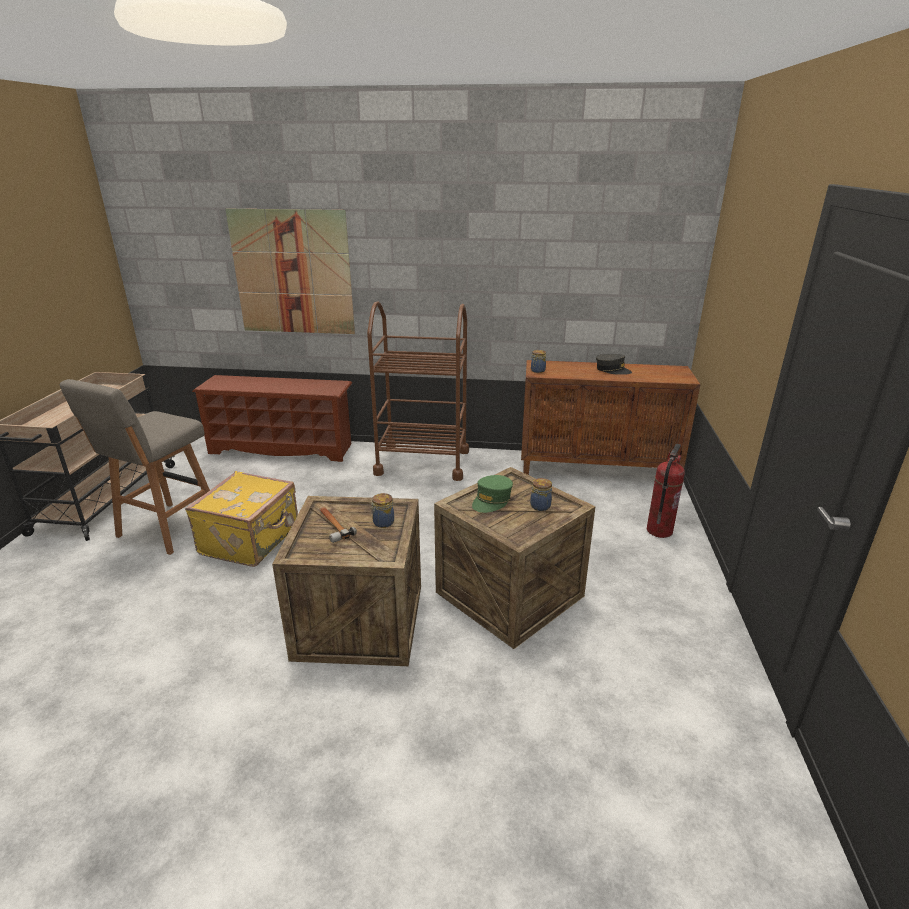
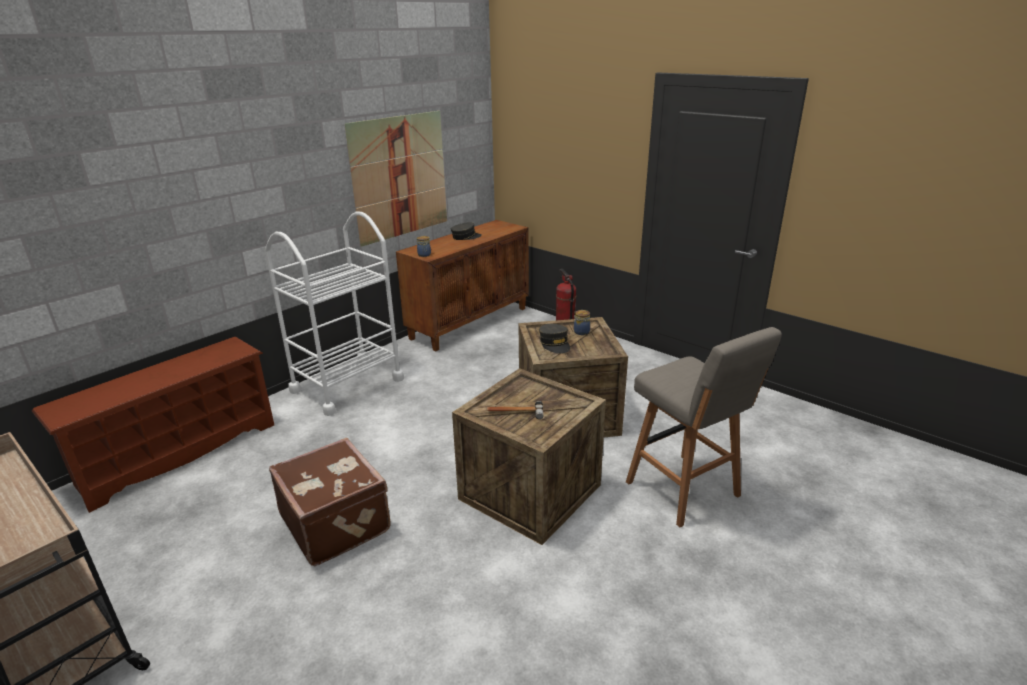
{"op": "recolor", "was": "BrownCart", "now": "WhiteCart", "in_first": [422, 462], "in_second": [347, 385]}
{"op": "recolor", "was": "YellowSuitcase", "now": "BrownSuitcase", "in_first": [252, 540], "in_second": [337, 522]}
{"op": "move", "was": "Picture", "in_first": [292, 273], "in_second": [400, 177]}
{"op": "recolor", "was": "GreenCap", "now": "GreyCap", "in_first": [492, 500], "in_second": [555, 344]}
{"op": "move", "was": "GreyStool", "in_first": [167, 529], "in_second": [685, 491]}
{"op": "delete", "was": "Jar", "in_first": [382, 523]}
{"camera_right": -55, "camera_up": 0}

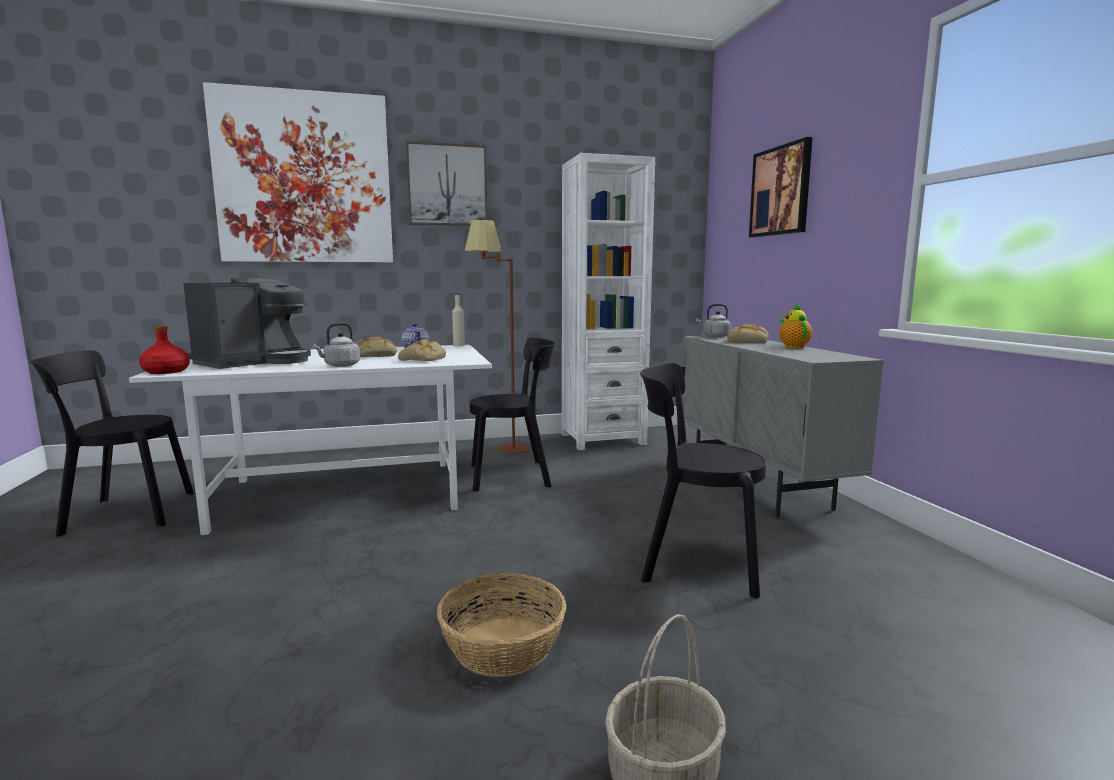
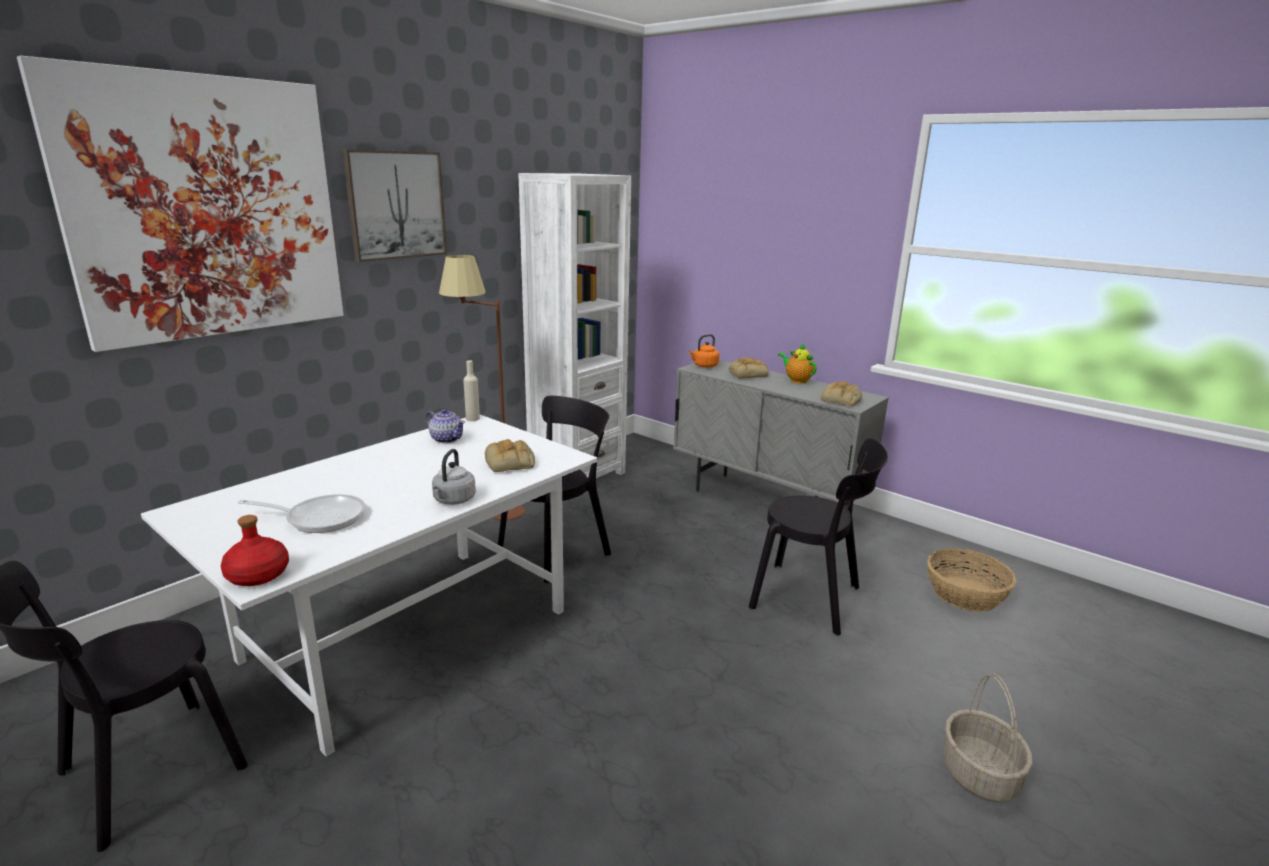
{"op": "replace", "was": "CoffeeMachine", "now": "FryingPan", "in_first": [255, 362], "in_second": [319, 518]}
{"op": "recolor", "was": "GreyKettle", "now": "OrangeKettle", "in_first": [714, 336], "in_second": [704, 366]}
{"op": "rotate", "was": "BlackChair", "in_first": [694, 561], "in_second": [811, 599], "clockwise": -135}
{"op": "move", "was": "Bread", "in_first": [374, 355], "in_second": [841, 400]}
{"op": "move", "was": "Basket", "in_first": [503, 646], "in_second": [966, 594]}
{"op": "delete", "was": "Picture", "in_first": [780, 191]}
{"camera_right": -35, "camera_up": 10}

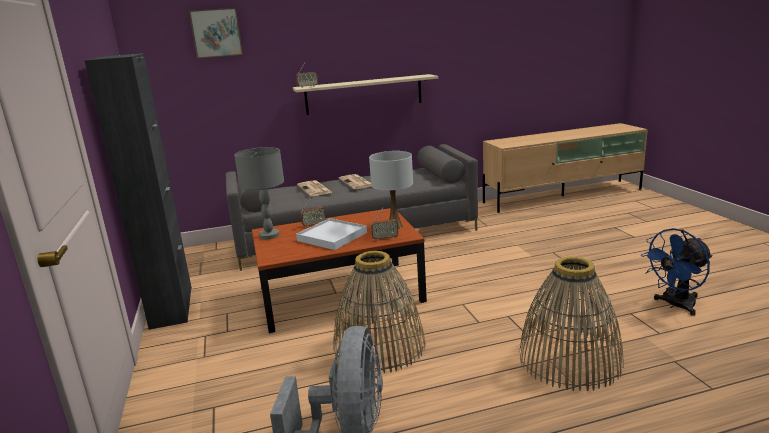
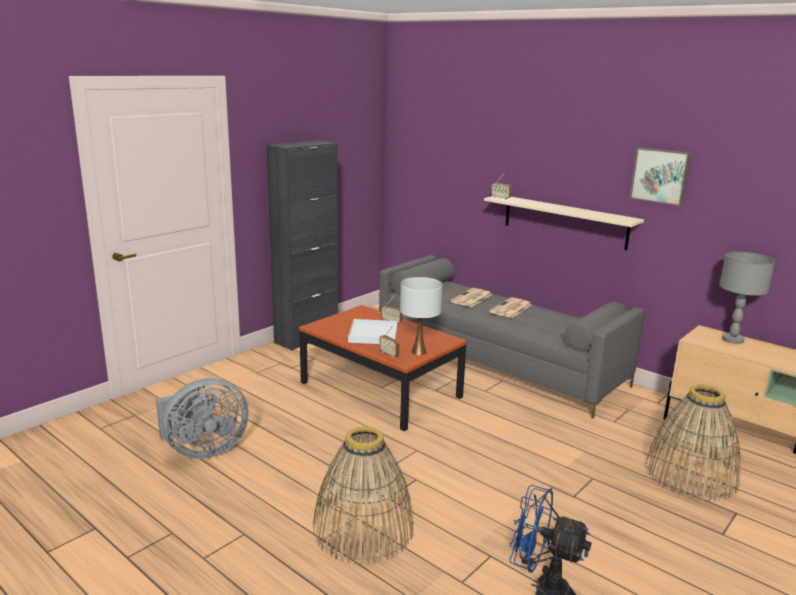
{"op": "move", "was": "Picture", "in_first": [216, 33], "in_second": [660, 175]}
{"op": "move", "was": "Basket", "in_first": [379, 346], "in_second": [691, 474]}
{"op": "move", "was": "GreyTableLamp", "in_first": [269, 235], "in_second": [732, 340]}
{"camera_right": 55, "camera_up": 0}

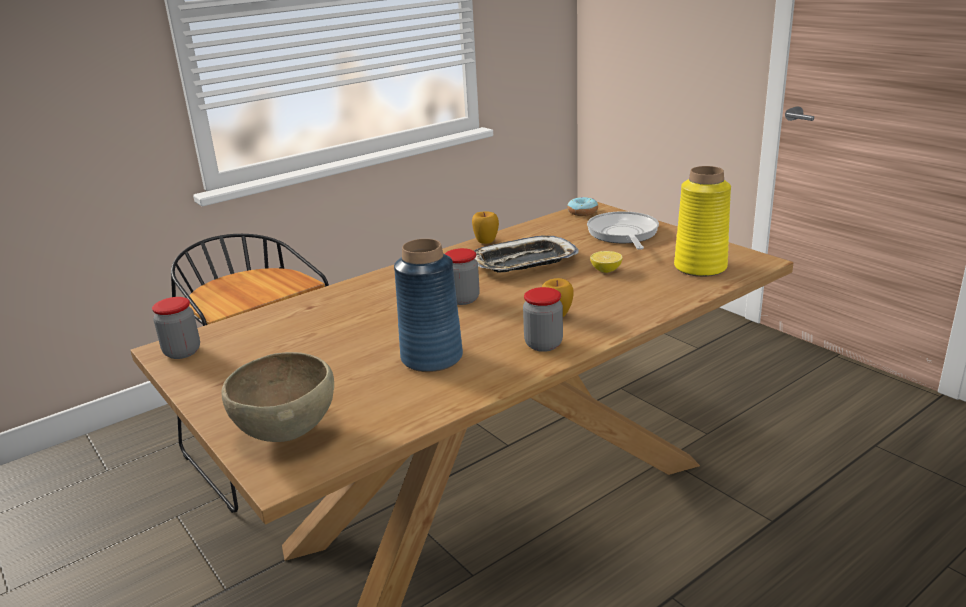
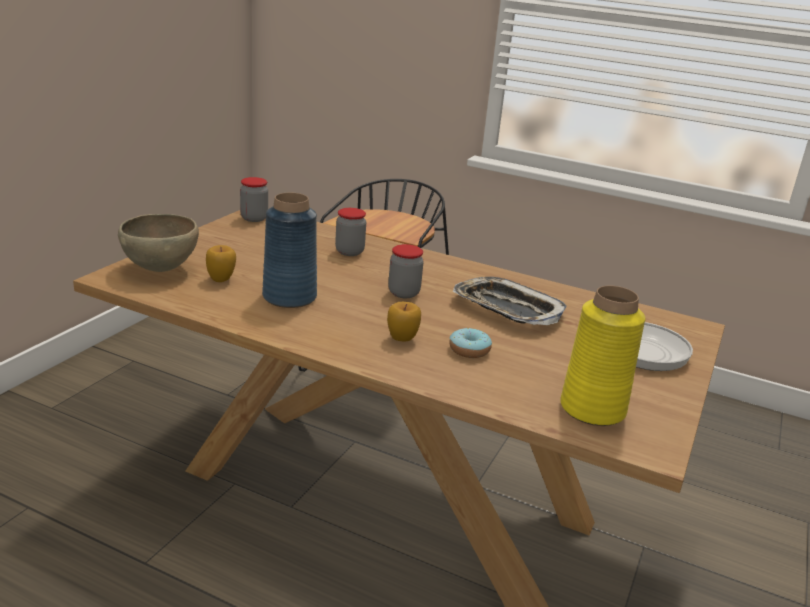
{"op": "move", "was": "Apple", "in_first": [486, 241], "in_second": [221, 279]}
{"op": "move", "was": "Jar", "in_first": [543, 344], "in_second": [349, 252]}
{"op": "move", "was": "Donut", "in_first": [582, 212], "in_second": [469, 350]}
{"op": "delete", "was": "Lemon", "in_first": [606, 270]}
{"camera_right": 60, "camera_up": 0}

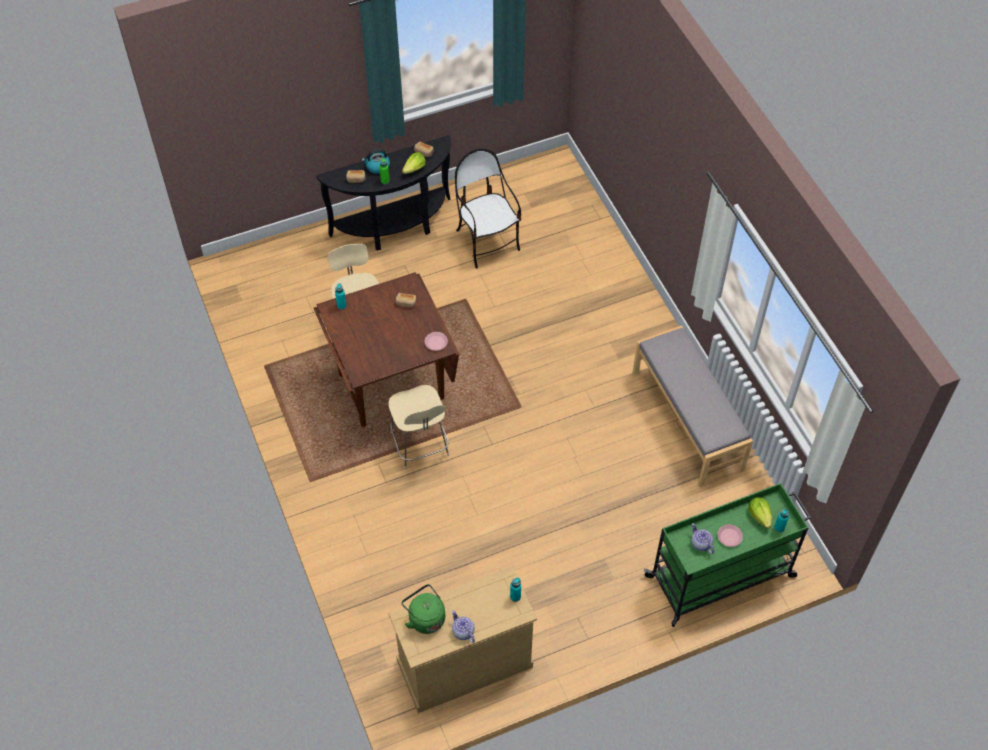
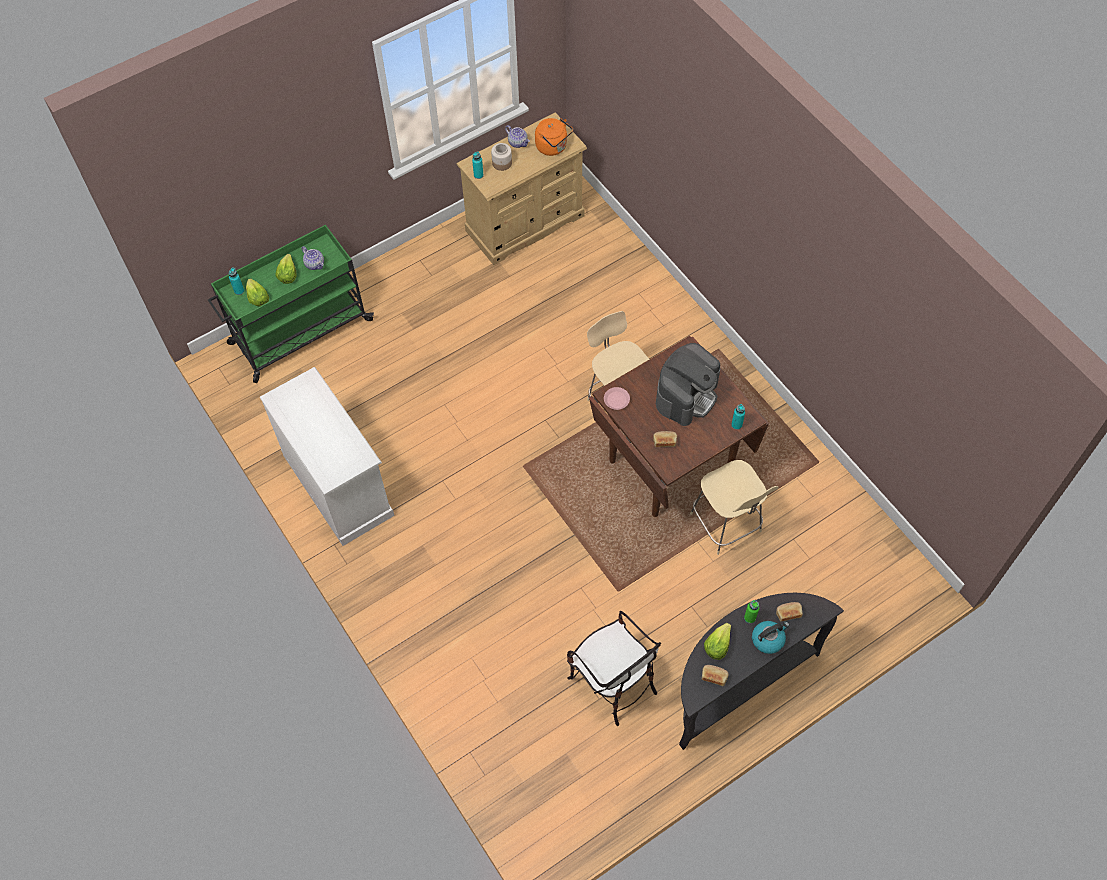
{"op": "replace", "was": "GreyBench", "now": "WhiteDresser", "in_first": [688, 419], "in_second": [338, 485]}
{"op": "replace", "was": "PinkPlate", "now": "Lettuce", "in_first": [729, 537], "in_second": [287, 274]}
{"op": "insert", "now": "Jar", "in_second": [502, 163]}
{"op": "recolor", "was": "GreenKettle", "now": "OrangeKettle", "in_first": [425, 617], "in_second": [553, 147]}
{"op": "insert", "now": "CoffeeMachine", "in_second": [686, 395]}
{"camera_right": 170, "camera_up": 5}

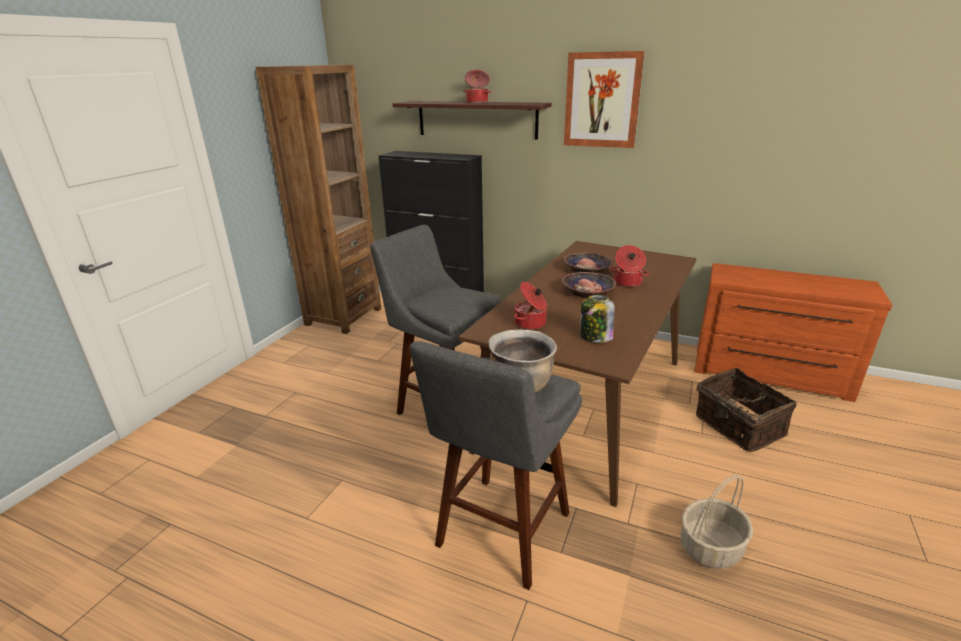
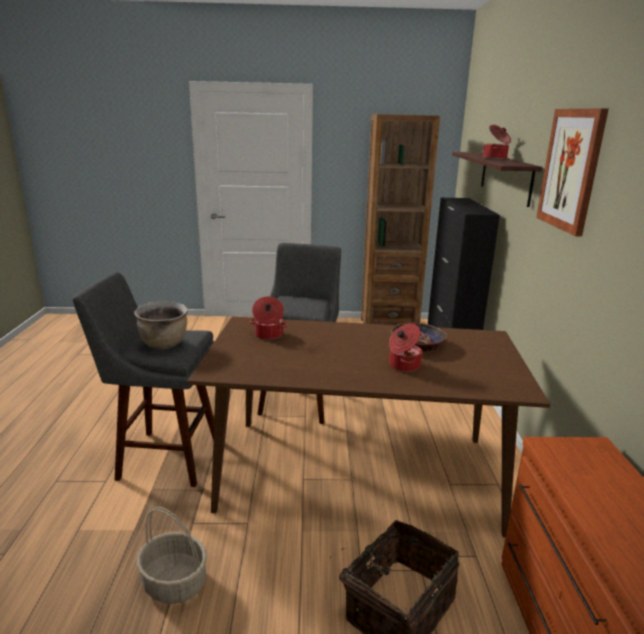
{"op": "delete", "was": "Bowl", "in_first": [588, 292]}
{"op": "delete", "was": "Jar", "in_first": [595, 337]}
{"camera_right": 65, "camera_up": -5}

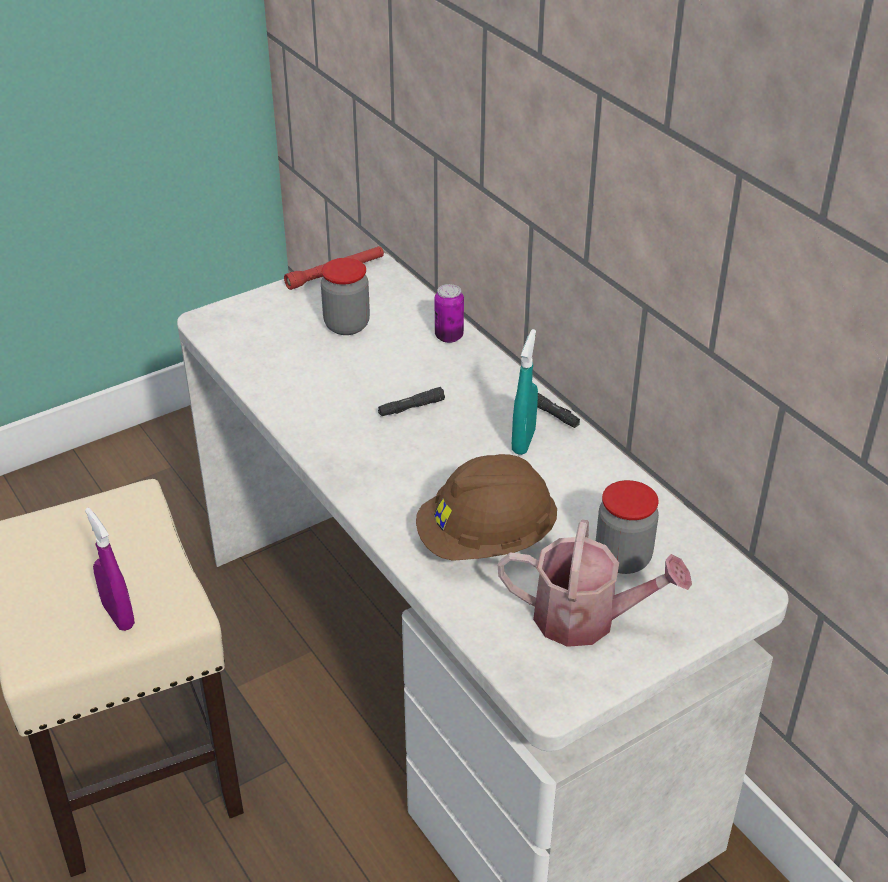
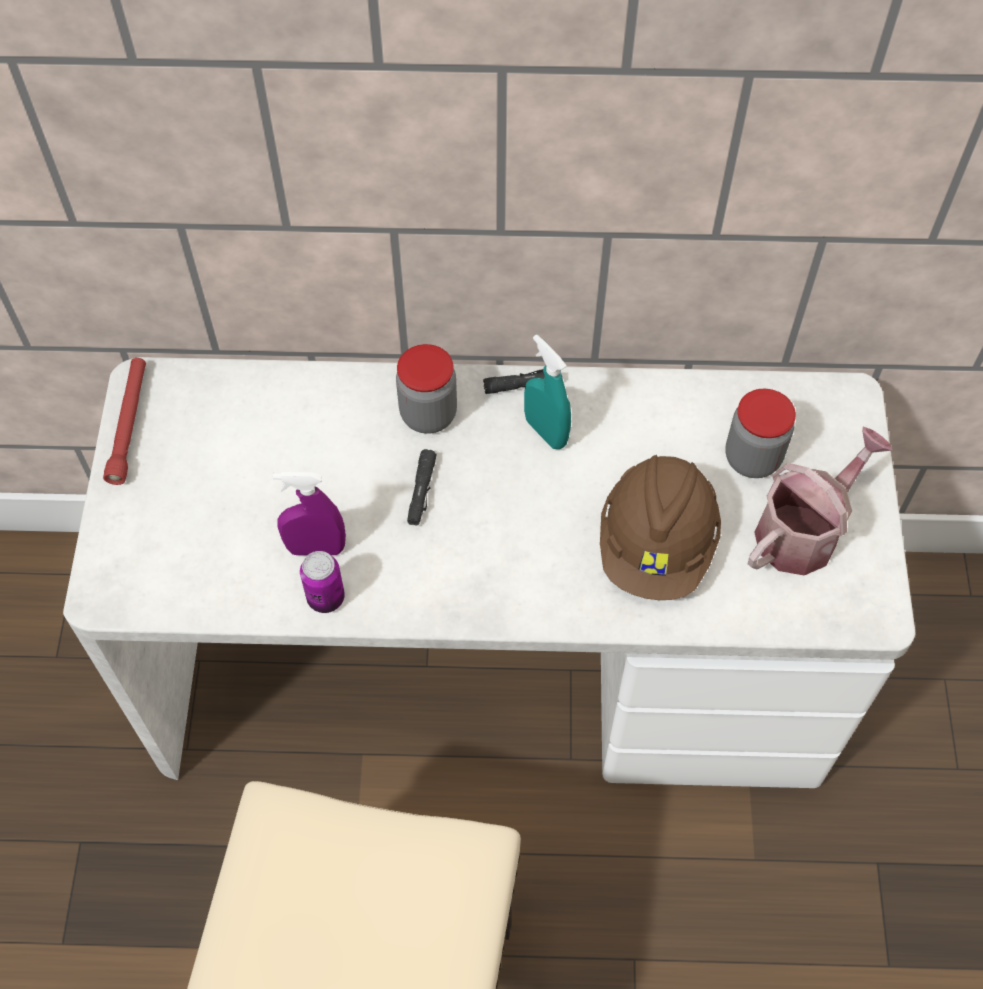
{"op": "move", "was": "PurpleSprayBottle", "in_first": [118, 616], "in_second": [316, 548]}
{"op": "move", "was": "Can", "in_first": [449, 336], "in_second": [326, 598]}
{"op": "move", "was": "Jar", "in_first": [347, 325], "in_second": [428, 414]}
{"camera_right": -55, "camera_up": 20}

